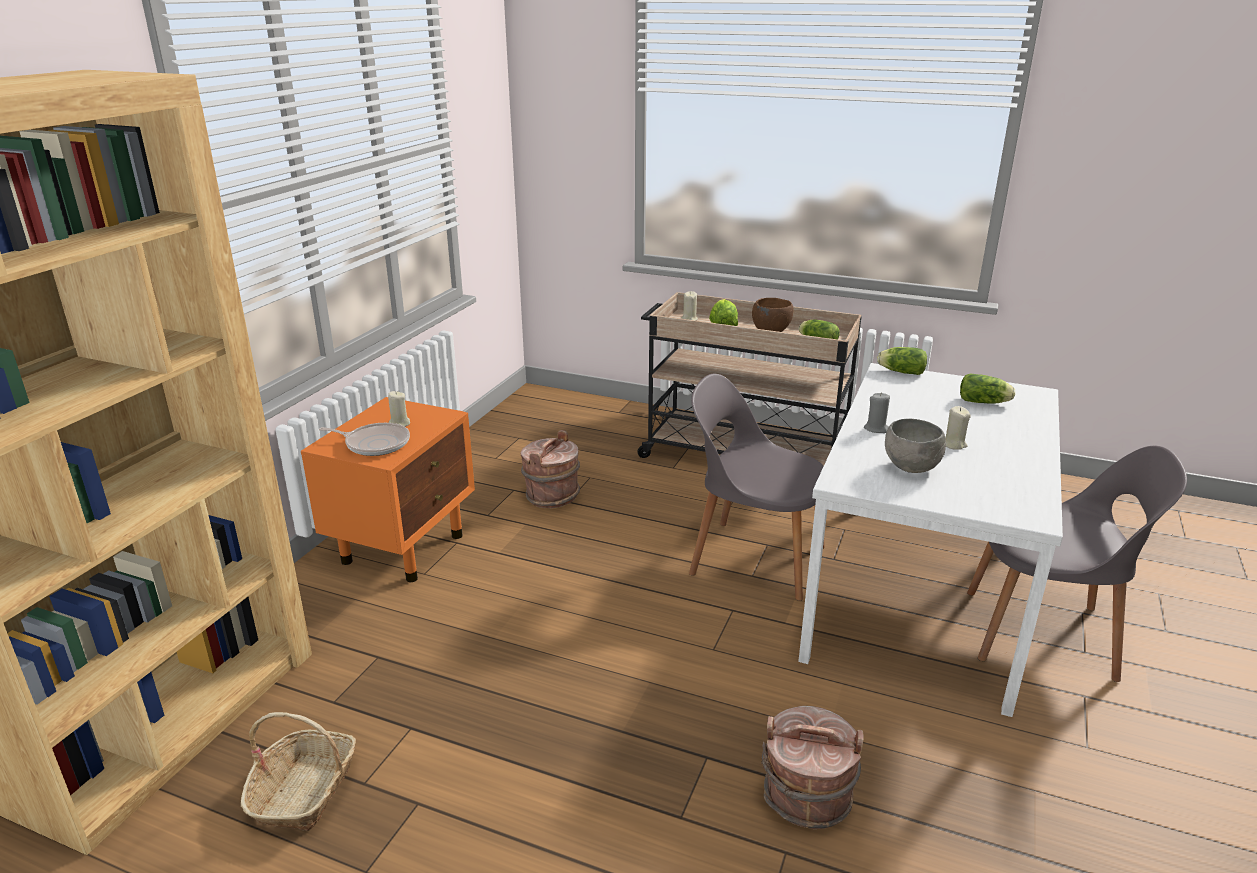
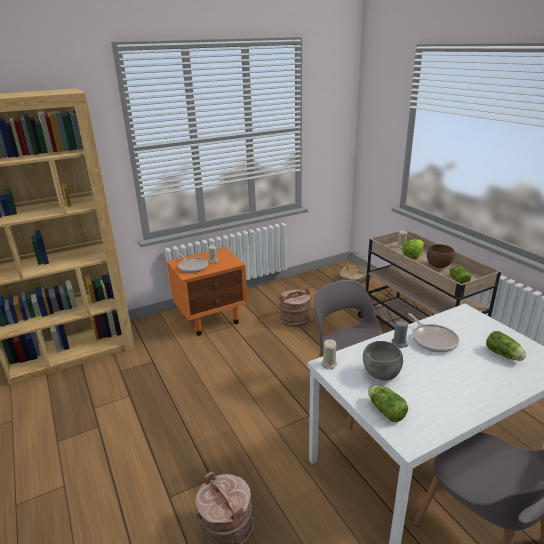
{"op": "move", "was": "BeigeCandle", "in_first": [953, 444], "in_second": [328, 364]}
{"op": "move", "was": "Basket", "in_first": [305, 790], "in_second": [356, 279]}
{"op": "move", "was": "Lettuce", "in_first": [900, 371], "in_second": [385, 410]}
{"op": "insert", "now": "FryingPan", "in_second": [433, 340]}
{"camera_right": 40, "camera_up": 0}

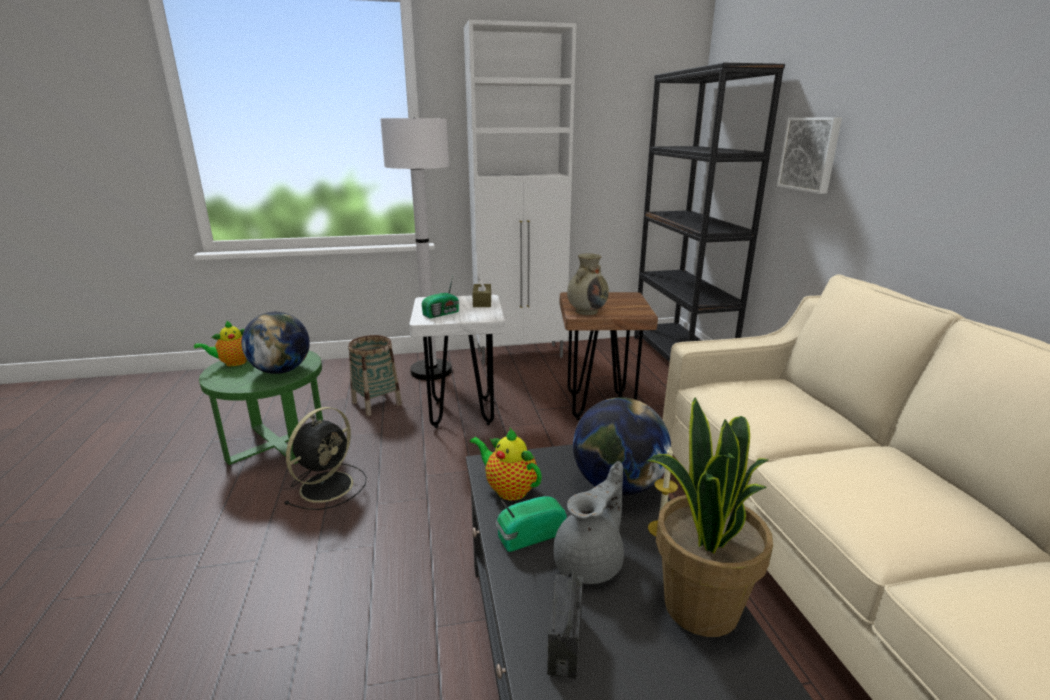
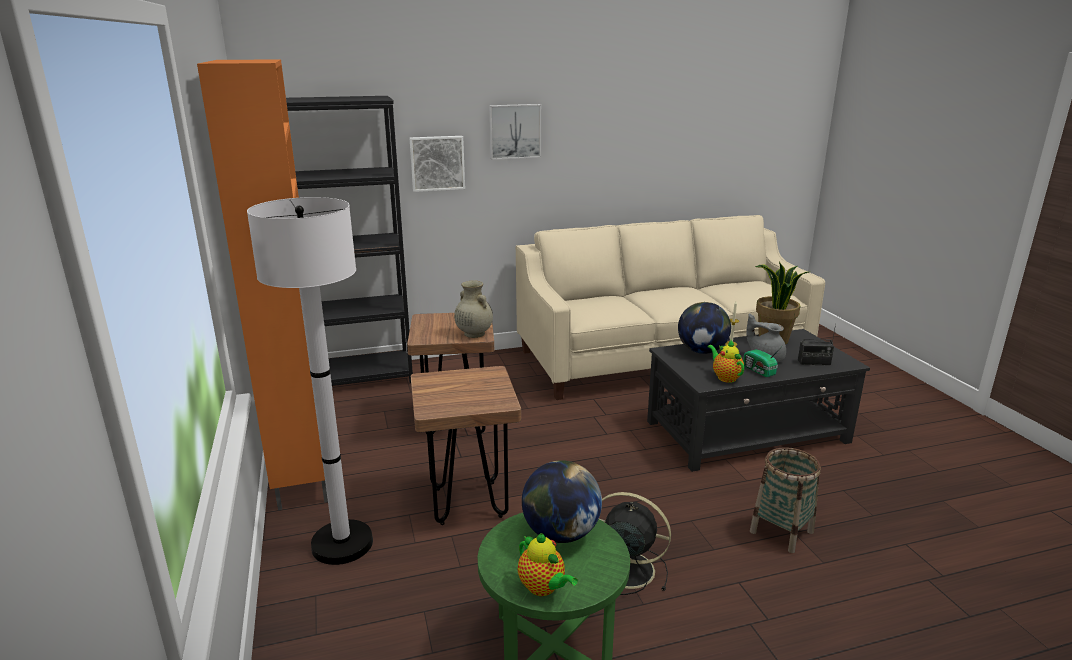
{"op": "recolor", "was": "WhiteCabinet", "now": "OrangeCabinet", "in_first": [521, 354], "in_second": [304, 473]}
{"op": "recolor", "was": "WhiteStool", "now": "BrownStool", "in_first": [462, 413], "in_second": [468, 502]}
{"op": "insert", "now": "Picture", "in_second": [514, 131]}
{"op": "rotate", "was": "Teapot", "in_first": [508, 489], "in_second": [725, 377], "clockwise": 120}
{"op": "move", "was": "Basket", "in_first": [376, 403], "in_second": [781, 531]}
{"op": "delete", "was": "Radio", "in_first": [442, 314]}
{"op": "delete", "was": "BrownTissueBox", "in_first": [482, 302]}
{"camera_right": -95, "camera_up": 0}

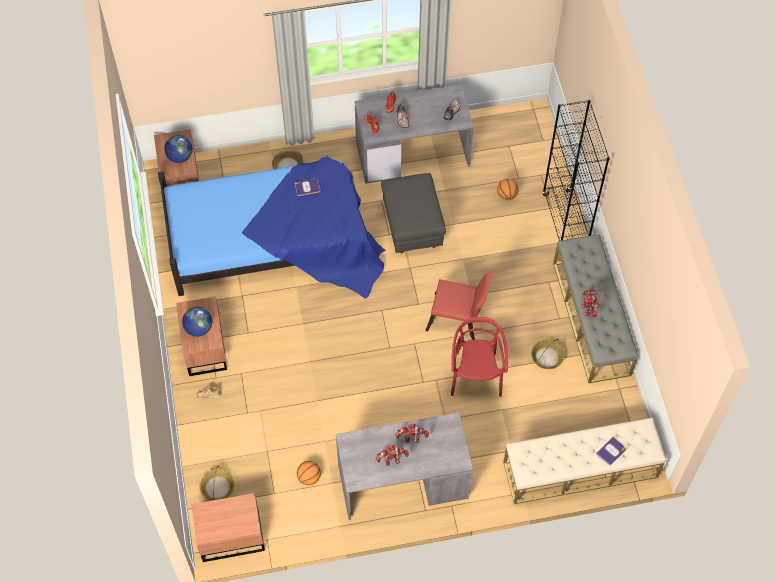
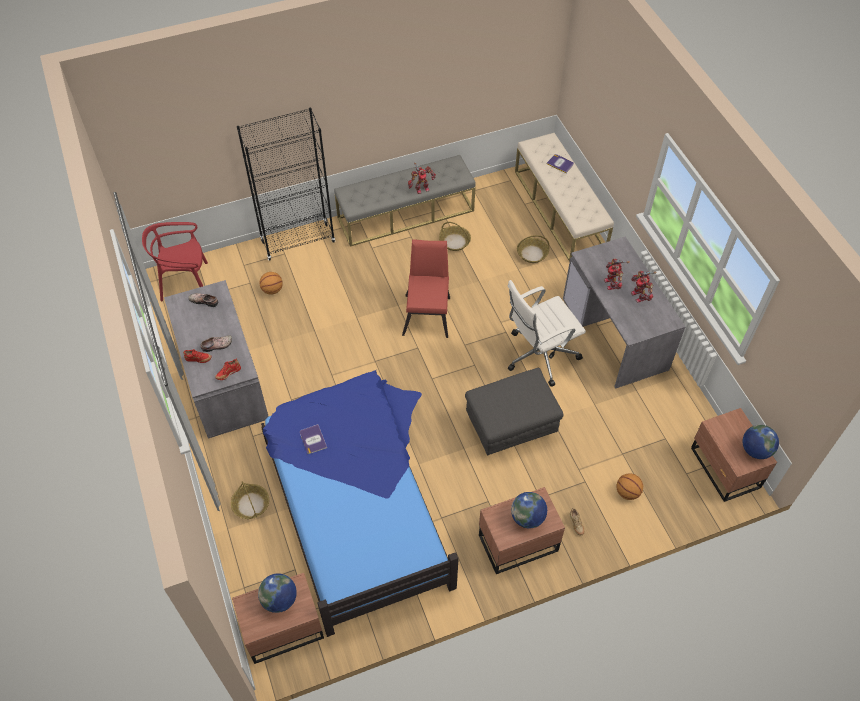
{"op": "move", "was": "RedChair", "in_first": [476, 375], "in_second": [185, 283]}
{"op": "move", "was": "GreyOttoman", "in_first": [411, 227], "in_second": [510, 428]}
{"op": "insert", "now": "WhiteOfficeChair", "in_second": [539, 355]}
{"op": "move", "was": "Basket", "in_first": [217, 487], "in_second": [532, 253]}
{"op": "move", "was": "Basketball", "in_first": [309, 477], "in_second": [627, 492]}
{"op": "insert", "now": "Globe", "in_second": [755, 450]}
{"camera_right": -100, "camera_up": -5}

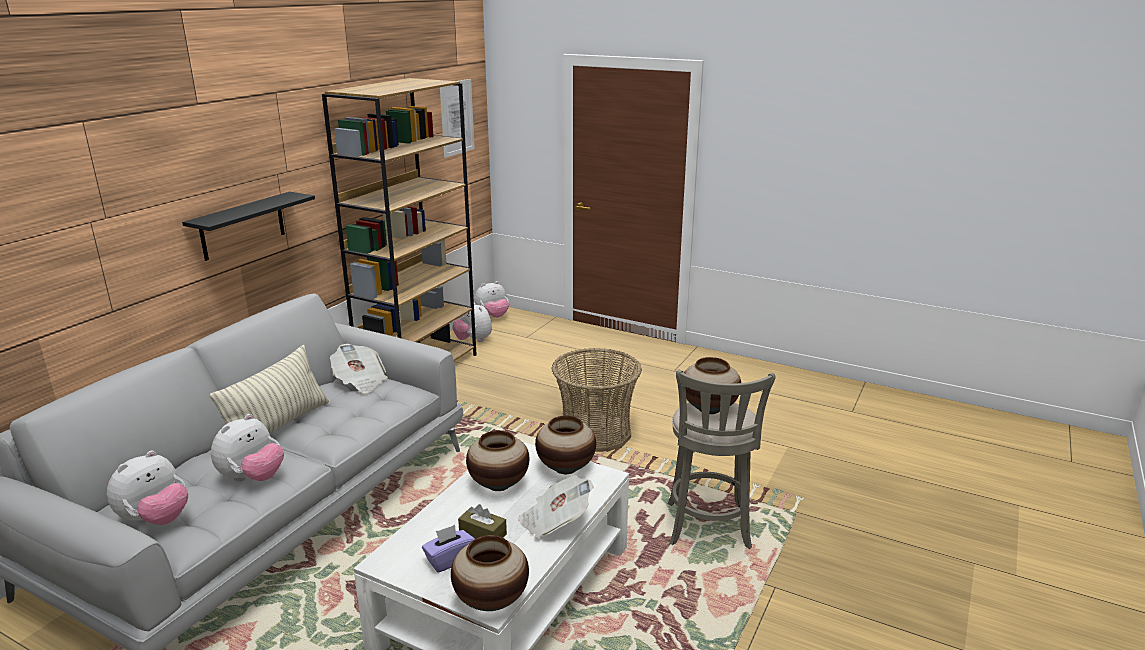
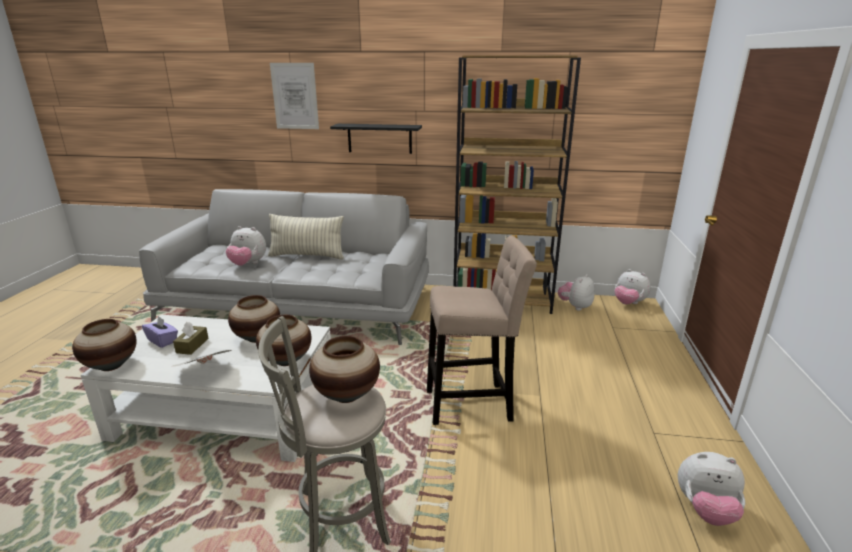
{"op": "move", "was": "Picture", "in_first": [457, 117], "in_second": [295, 96]}
{"op": "replace", "was": "Basket", "now": "BeigeStool", "in_first": [595, 432], "in_second": [473, 404]}
{"op": "move", "was": "PlushToy", "in_first": [156, 520], "in_second": [705, 510]}
{"op": "delete", "was": "Newspaper", "in_first": [360, 381]}
{"camera_right": 70, "camera_up": 0}

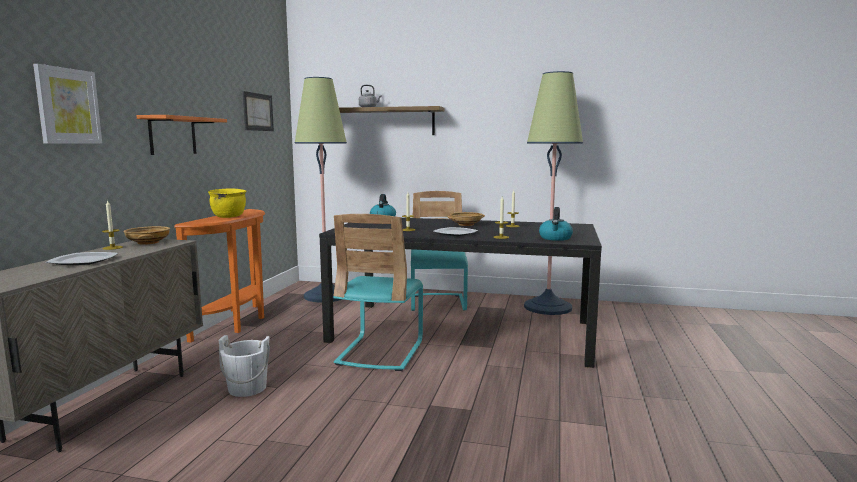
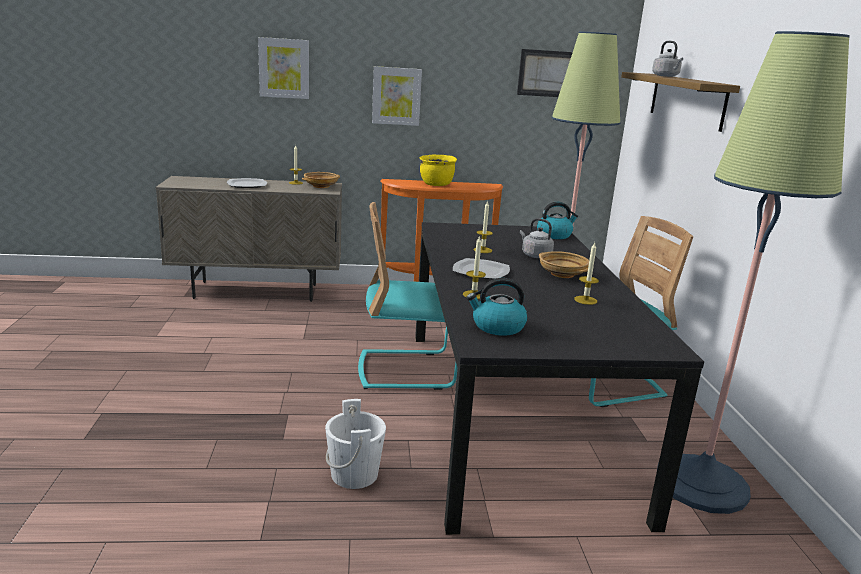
{"op": "move", "was": "WhiteBucket", "in_first": [247, 388], "in_second": [354, 474]}
{"op": "replace", "was": "OrangeShelf", "now": "Picture", "in_first": [172, 135], "in_second": [396, 96]}
{"op": "insert", "now": "GreyKettle", "in_second": [535, 255]}
{"camera_right": 70, "camera_up": 10}

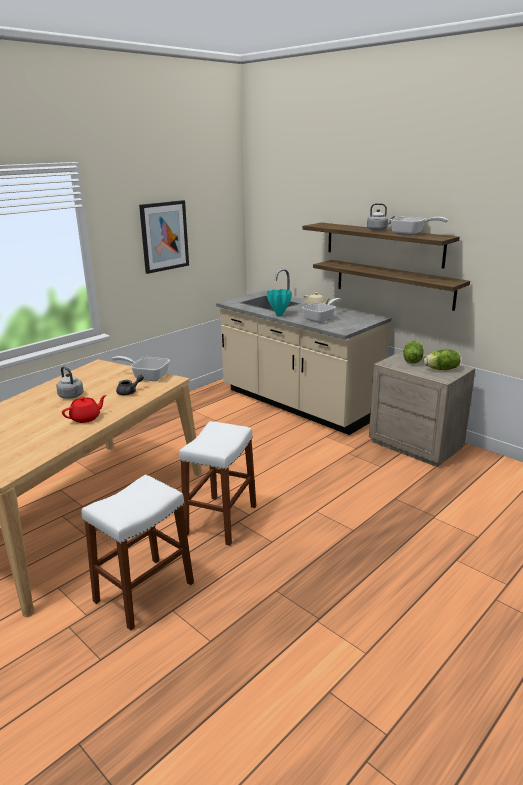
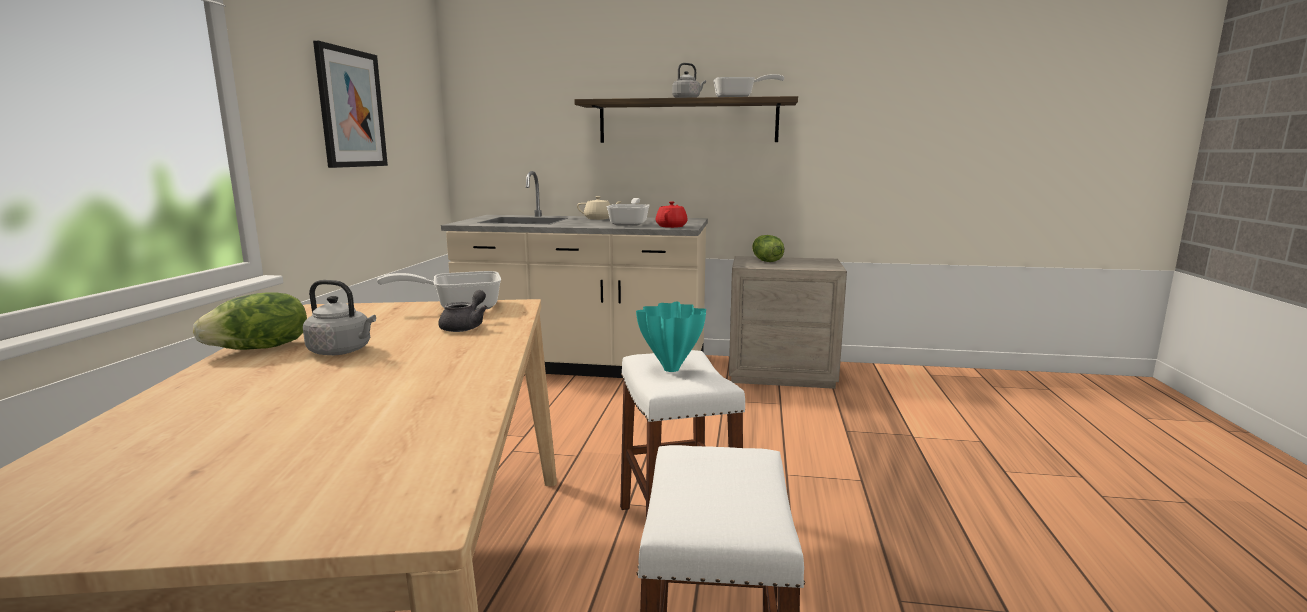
{"op": "move", "was": "Lettuce", "in_first": [442, 369], "in_second": [261, 348]}
{"op": "move", "was": "TurquoiseVase", "in_first": [279, 315], "in_second": [671, 370]}
{"op": "move", "was": "RedTeapot", "in_first": [86, 418], "in_second": [671, 226]}
{"op": "delete", "was": "Shelf", "in_first": [393, 284]}
{"camera_right": -35, "camera_up": -10}

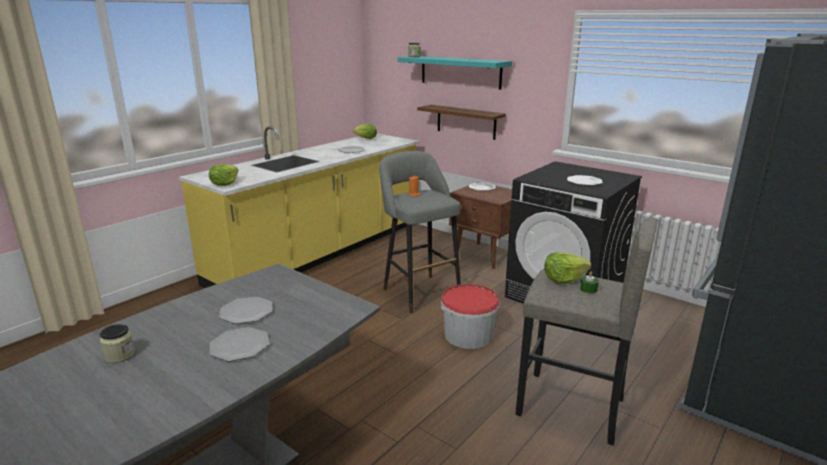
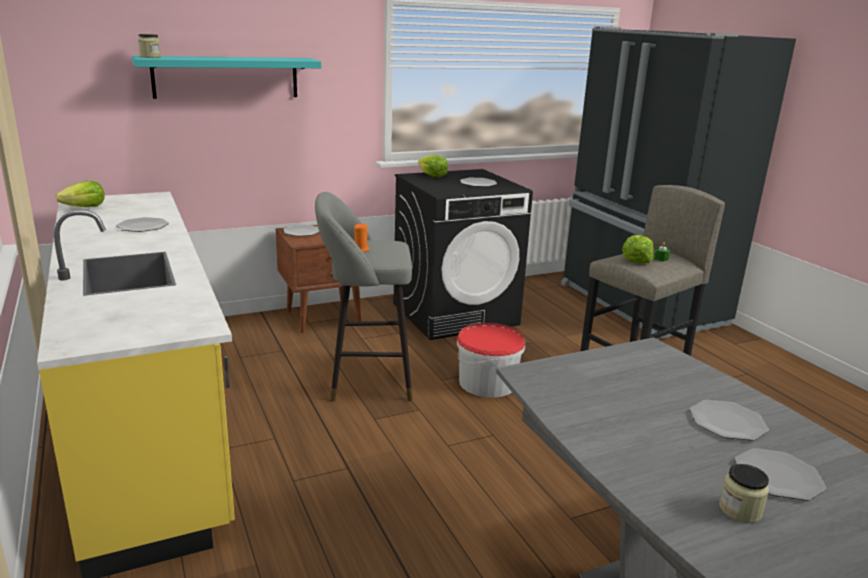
{"op": "move", "was": "Lettuce", "in_first": [224, 183], "in_second": [432, 175]}
{"op": "move", "was": "Plate", "in_first": [246, 312], "in_second": [777, 476]}
{"op": "delete", "was": "BrownShelf", "in_first": [466, 122]}
{"camera_right": -65, "camera_up": 0}

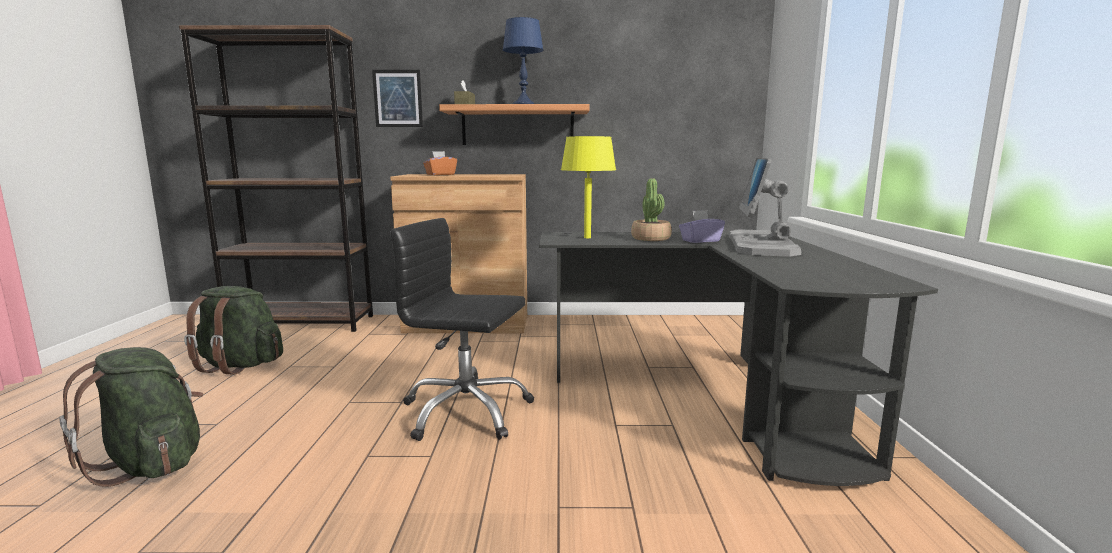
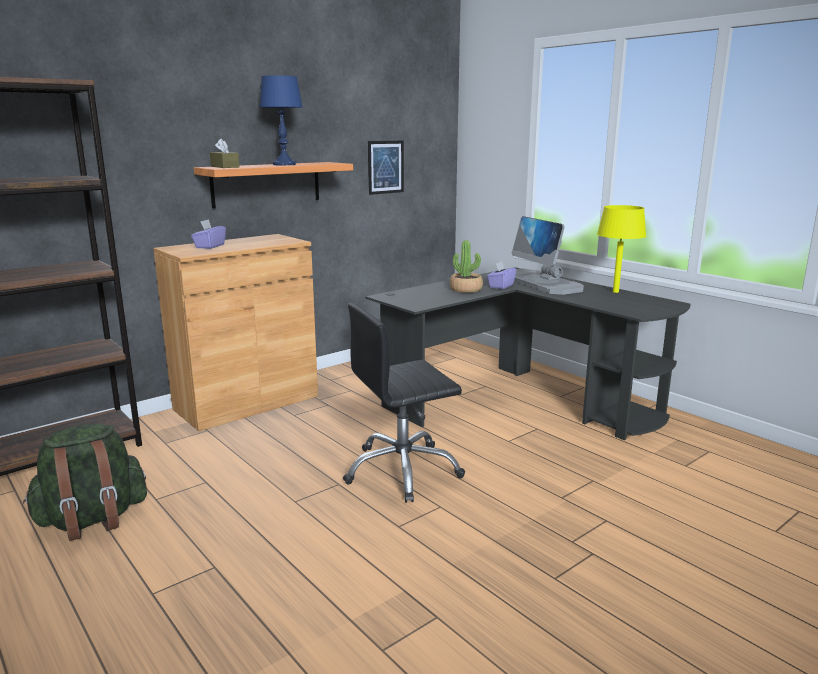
{"op": "recolor", "was": "OrangeTissueBox", "now": "PurpleTissueBox", "in_first": [440, 174], "in_second": [209, 246]}
{"op": "move", "was": "Picture", "in_first": [398, 98], "in_second": [385, 167]}
{"op": "move", "was": "YellowTableLamp", "in_first": [587, 237], "in_second": [615, 292]}
{"op": "delete", "was": "GreenBackpack", "in_first": [151, 464]}
{"camera_right": -40, "camera_up": 5}

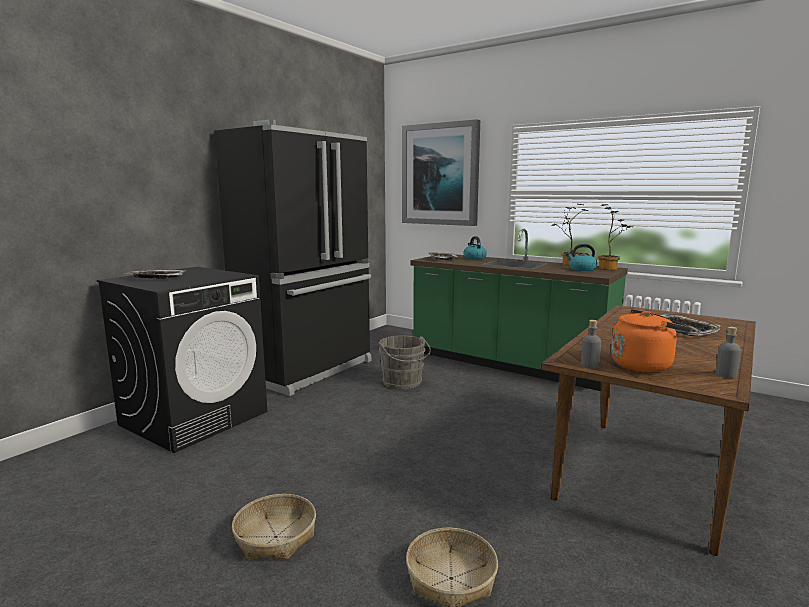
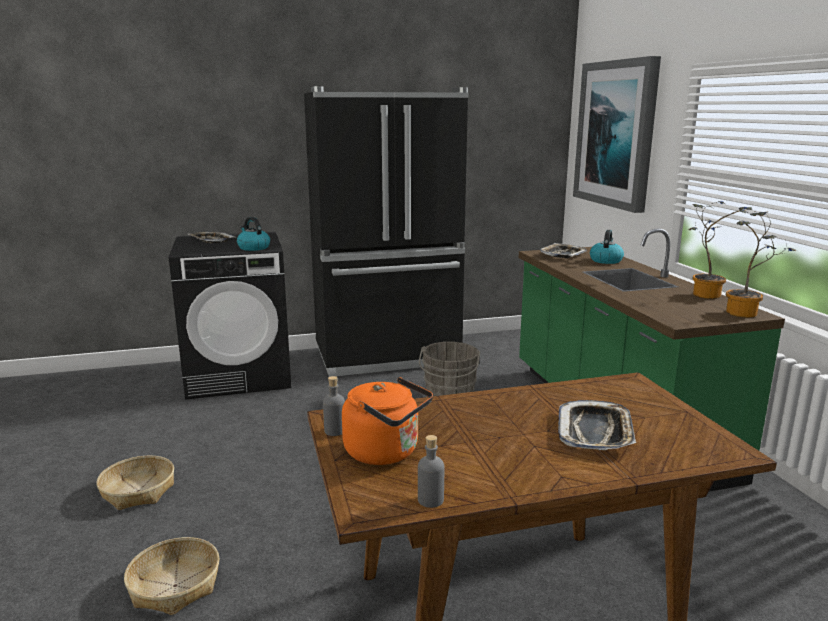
{"op": "move", "was": "Kettle", "in_first": [581, 269], "in_second": [253, 248]}
{"camera_right": 40, "camera_up": 5}

